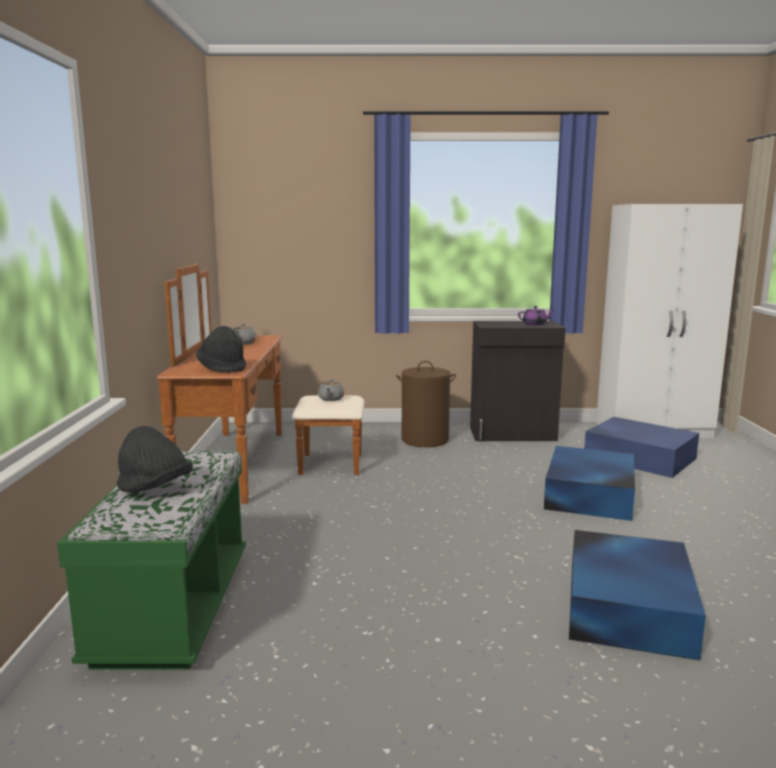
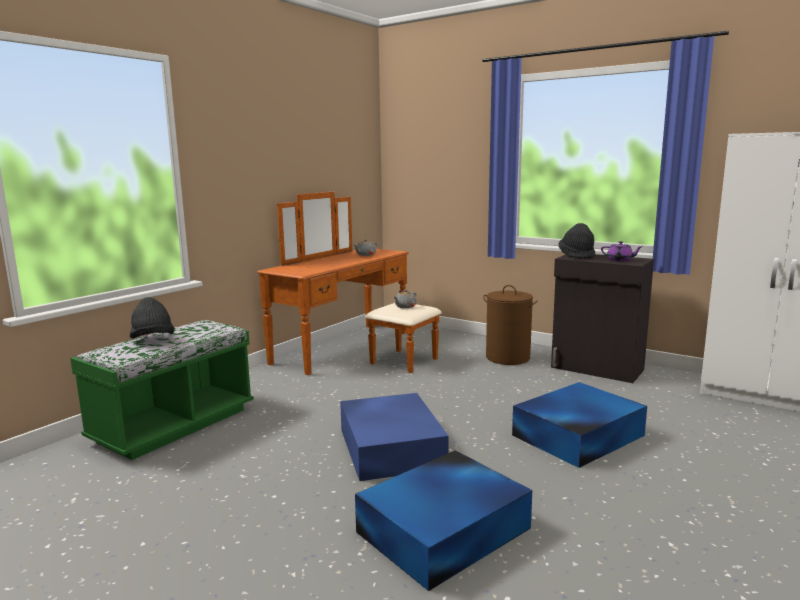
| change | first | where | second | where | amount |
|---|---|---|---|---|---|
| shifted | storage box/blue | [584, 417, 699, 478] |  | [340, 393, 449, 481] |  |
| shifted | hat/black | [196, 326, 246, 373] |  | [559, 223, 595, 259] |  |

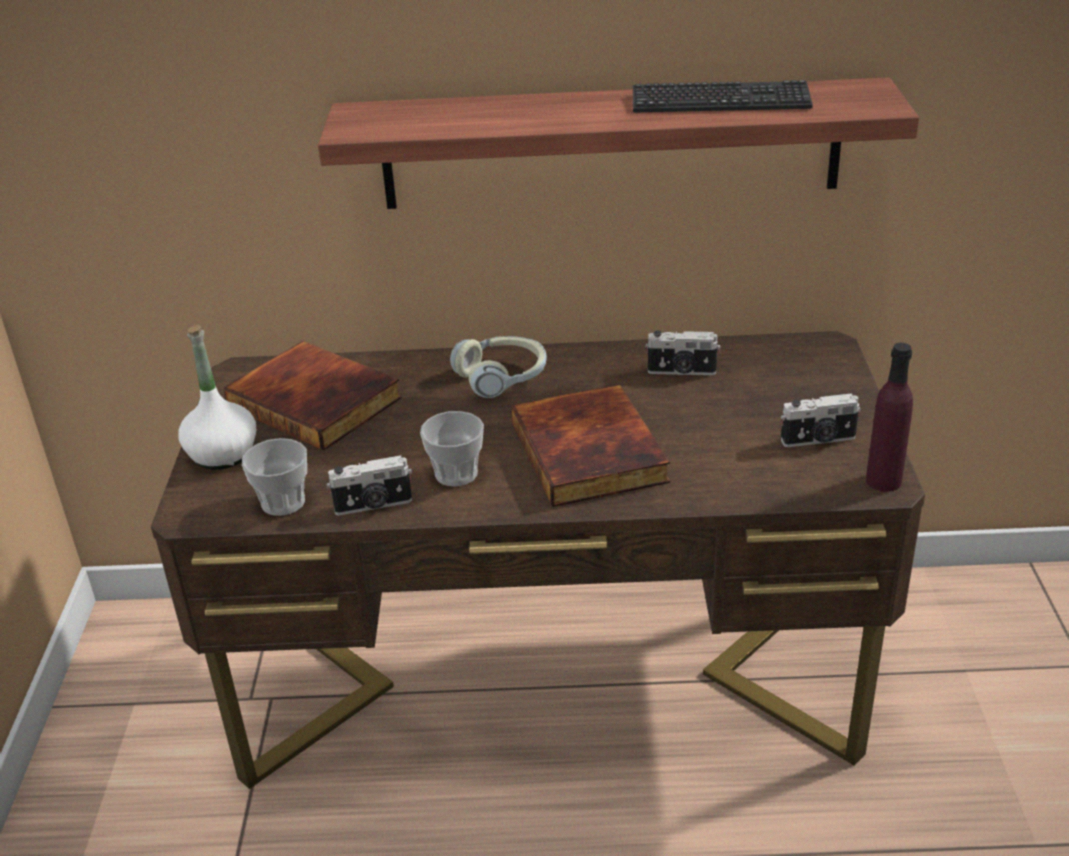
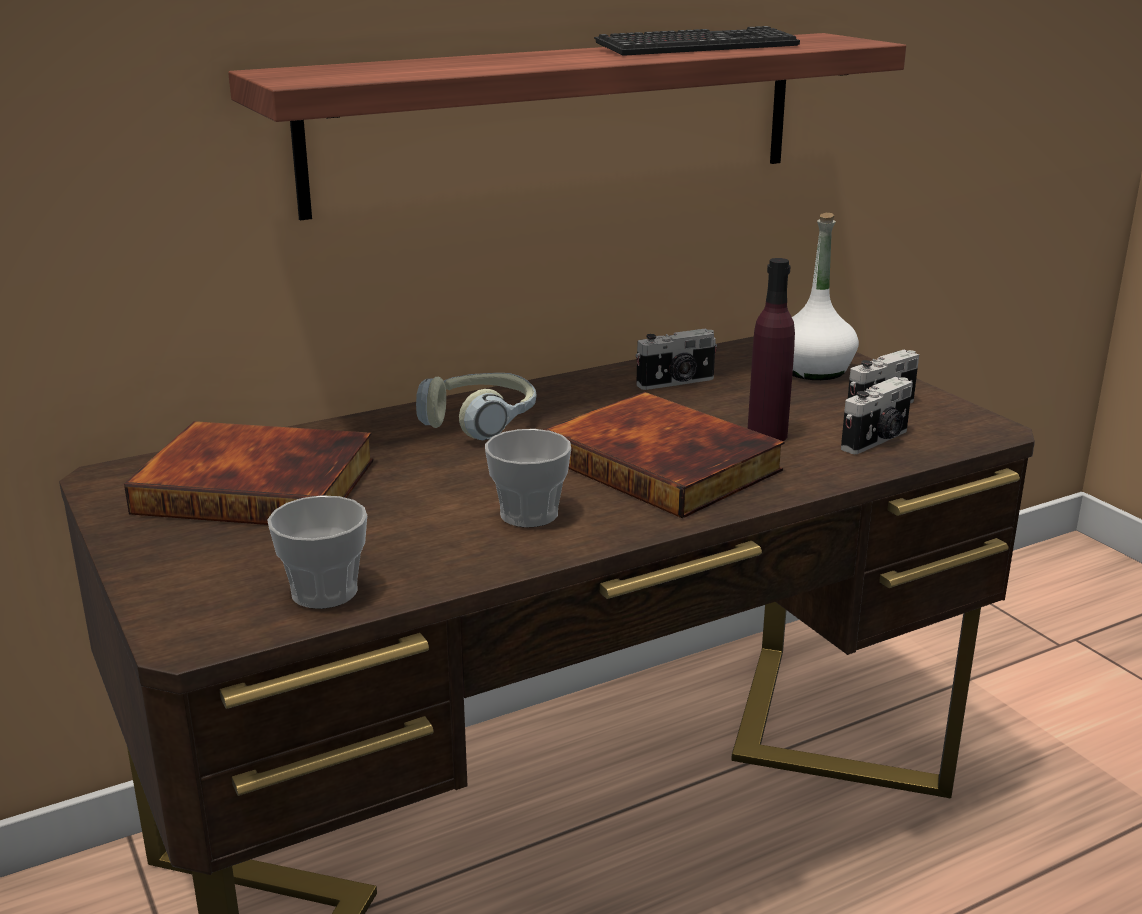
| change | first | where | second | where | amount |
|---|---|---|---|---|---|
| shifted | bottle/purple | [866, 343, 913, 492] |  | [748, 258, 795, 441] |  |
| shifted | bottle/white | [178, 325, 256, 470] |  | [792, 213, 859, 380] |  |
| shifted | photo camera | [327, 456, 412, 515] |  | [841, 377, 913, 454] |  |

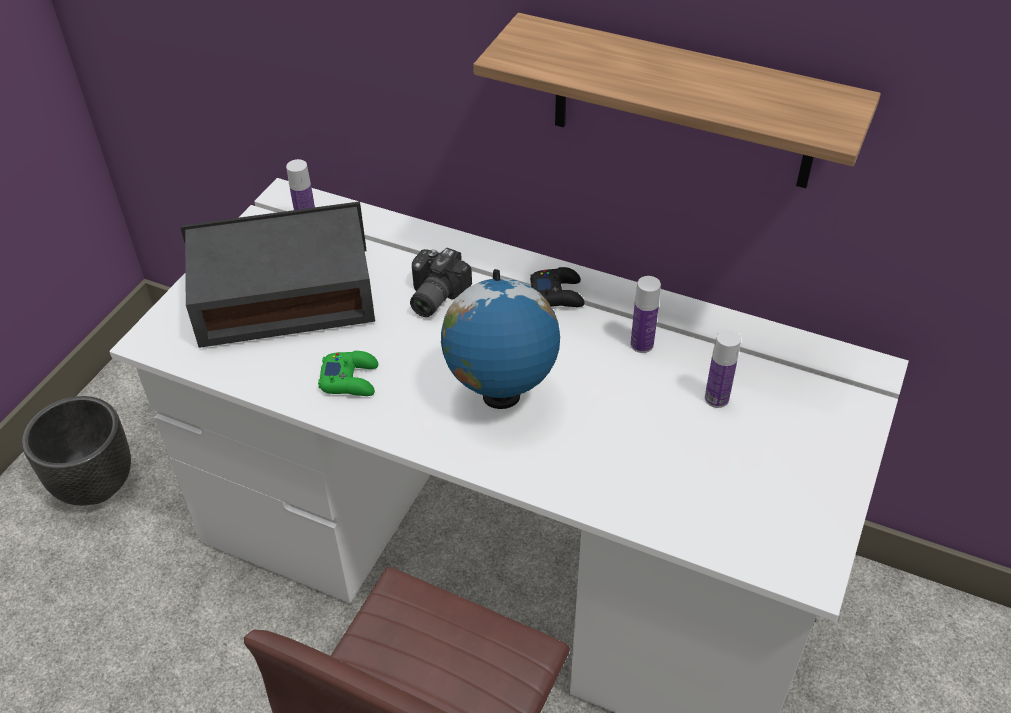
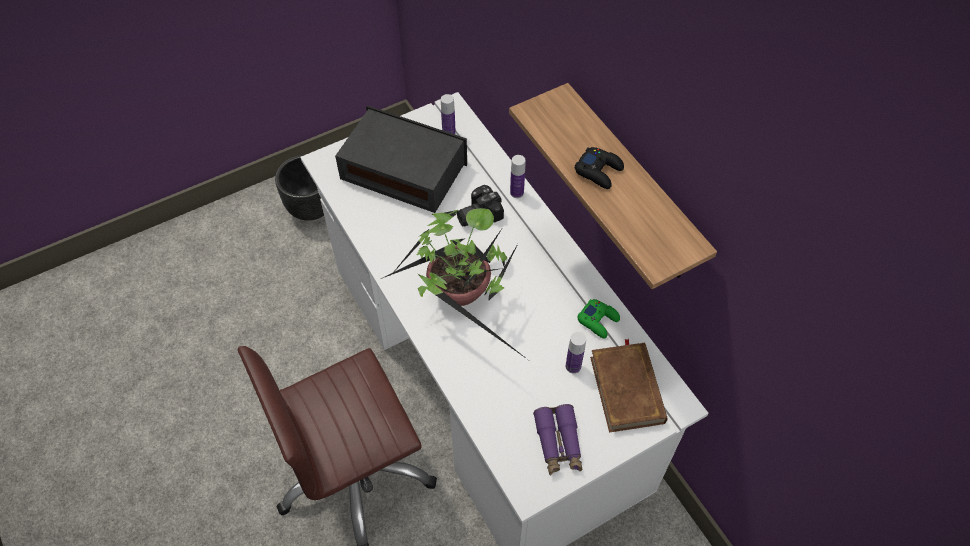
| change | first | where | second | where | amount |
|---|---|---|---|---|---|
| swapped | globe | [441, 269, 560, 409] | potted plant | [381, 208, 527, 359] |  |
| shifted | bottle | [631, 276, 661, 353] |  | [510, 155, 525, 198] |  |
| new |  |  | binoculars/purple | [533, 404, 583, 476] |  |
| shifted | game controller/black | [530, 267, 584, 307] |  | [574, 147, 624, 189] |  |
| shifted | game controller/green | [318, 351, 378, 396] |  | [577, 299, 620, 338] |  |
| new |  |  | book/brown | [590, 339, 668, 433] |  |

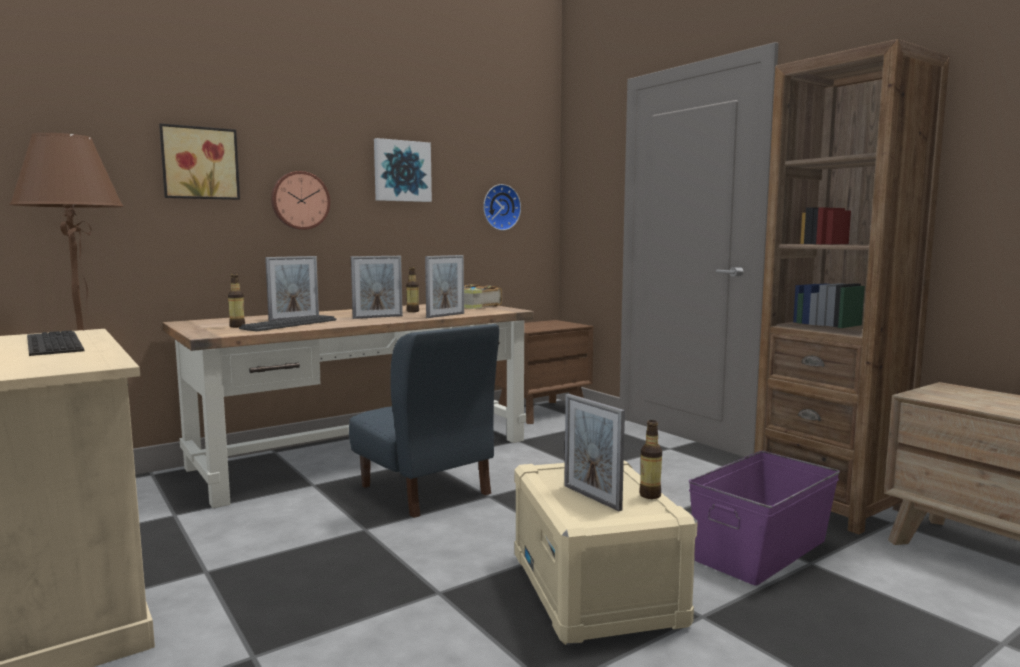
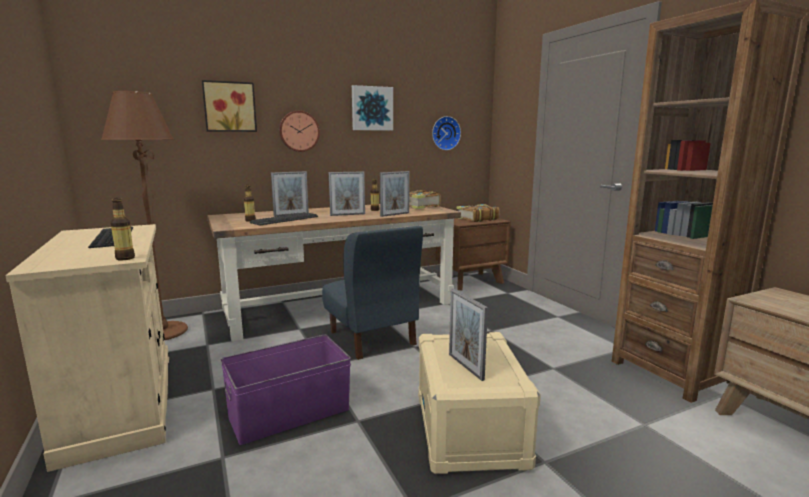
| change | first | where | second | where | amount |
|---|---|---|---|---|---|
| shifted | bottle | [639, 420, 662, 499] |  | [110, 198, 135, 260] |  |
| shifted | storage box/purple | [689, 451, 840, 586] |  | [221, 335, 351, 445] |  |
| new |  |  | book | [456, 204, 500, 222] |  |

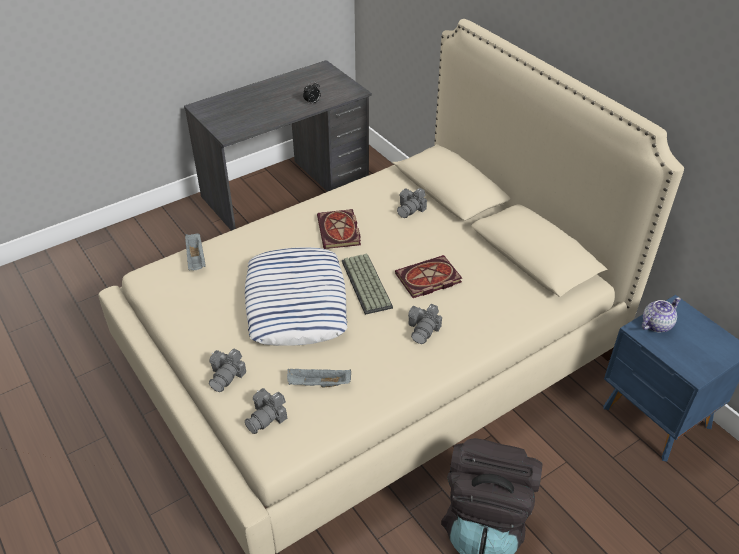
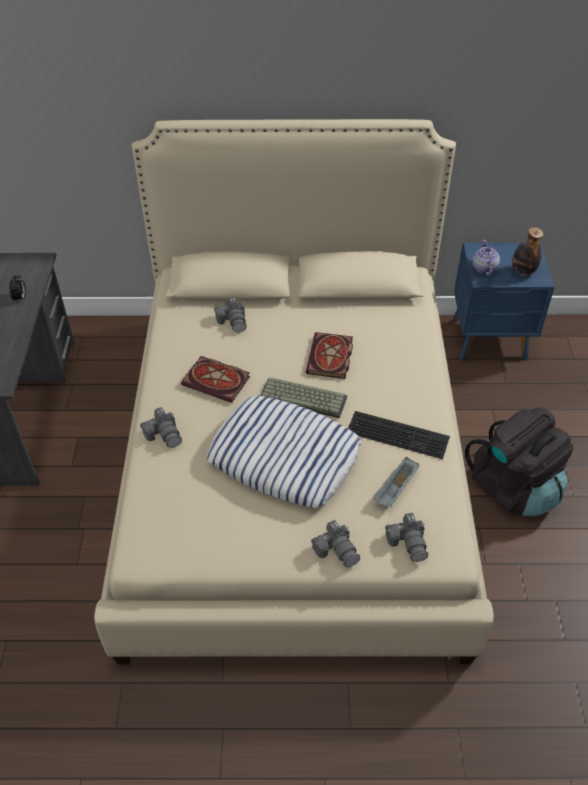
| change | first | where | second | where | amount |
|---|---|---|---|---|---|
| shifted | photo camera | [408, 304, 442, 344] |  | [140, 407, 182, 448] |  |
| new |  |  | keyboard | [348, 411, 450, 459] |  |
| new |  |  | bottle | [512, 227, 544, 276] |  |
| gone | tray/grey | [185, 233, 206, 270] |  |  |  |

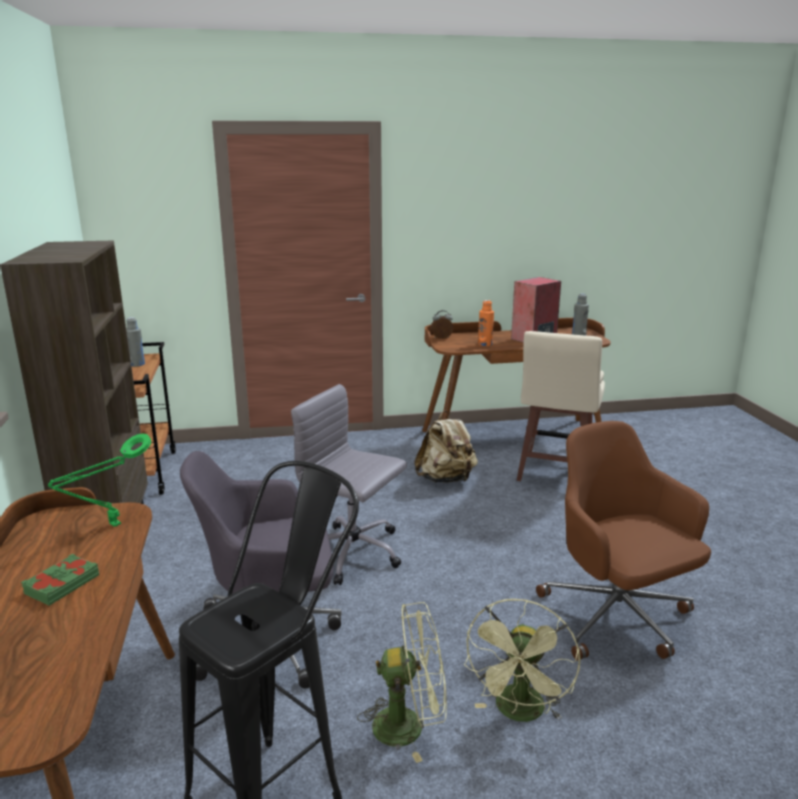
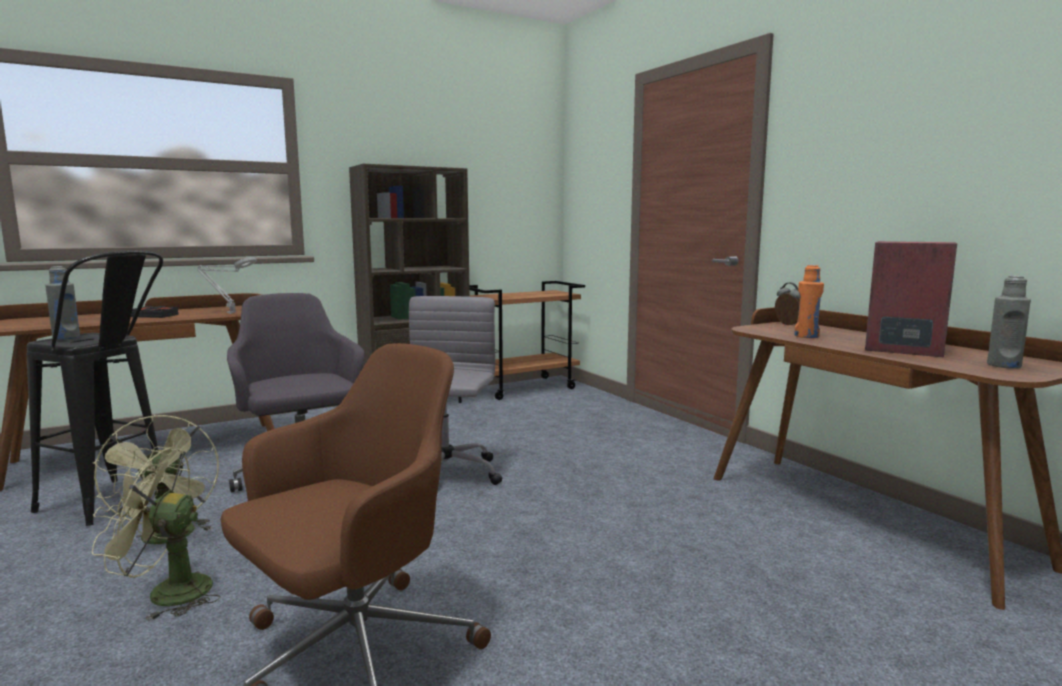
| change | first | where | second | where | amount |
|---|---|---|---|---|---|
| shifted | bottle/grey | [126, 317, 145, 367] |  | [45, 266, 80, 340] |  |
| repainted | book/green | [21, 554, 99, 606] | book/black | [131, 306, 179, 318] |  |
| repainted | table lamp/green | [48, 433, 151, 527] | table lamp/grey | [197, 257, 257, 314] |  |
| gone | backpack/beige | [414, 410, 478, 483] |  |  |  |
| gone | stool/beige | [517, 331, 605, 481] |  |  |  |

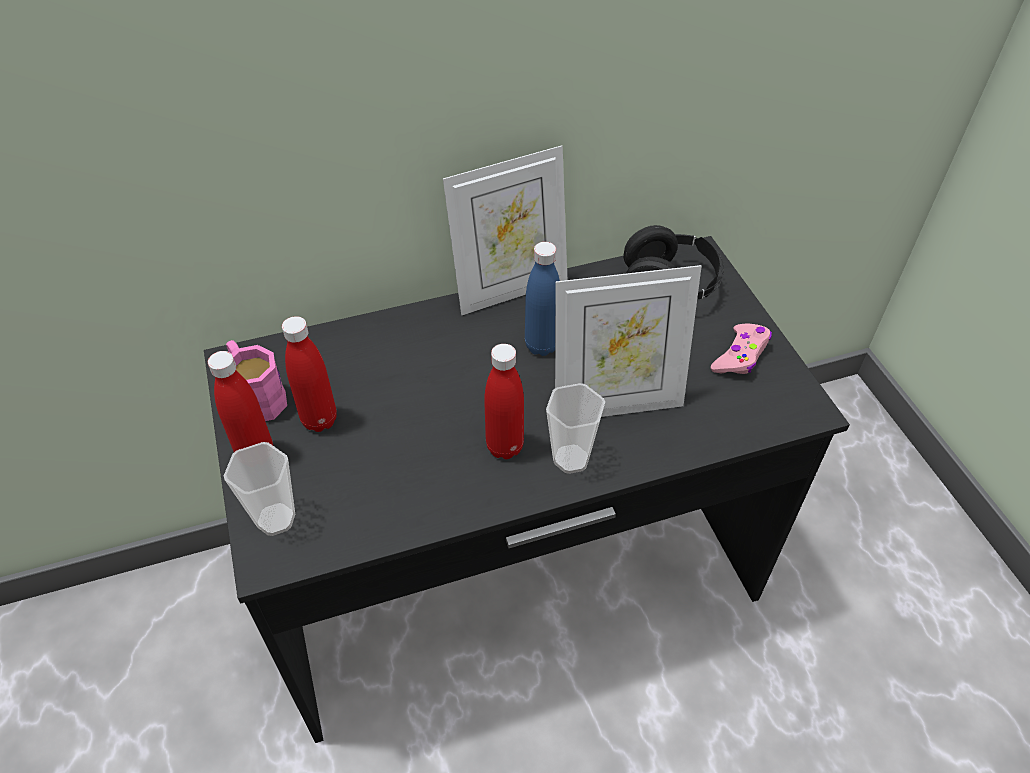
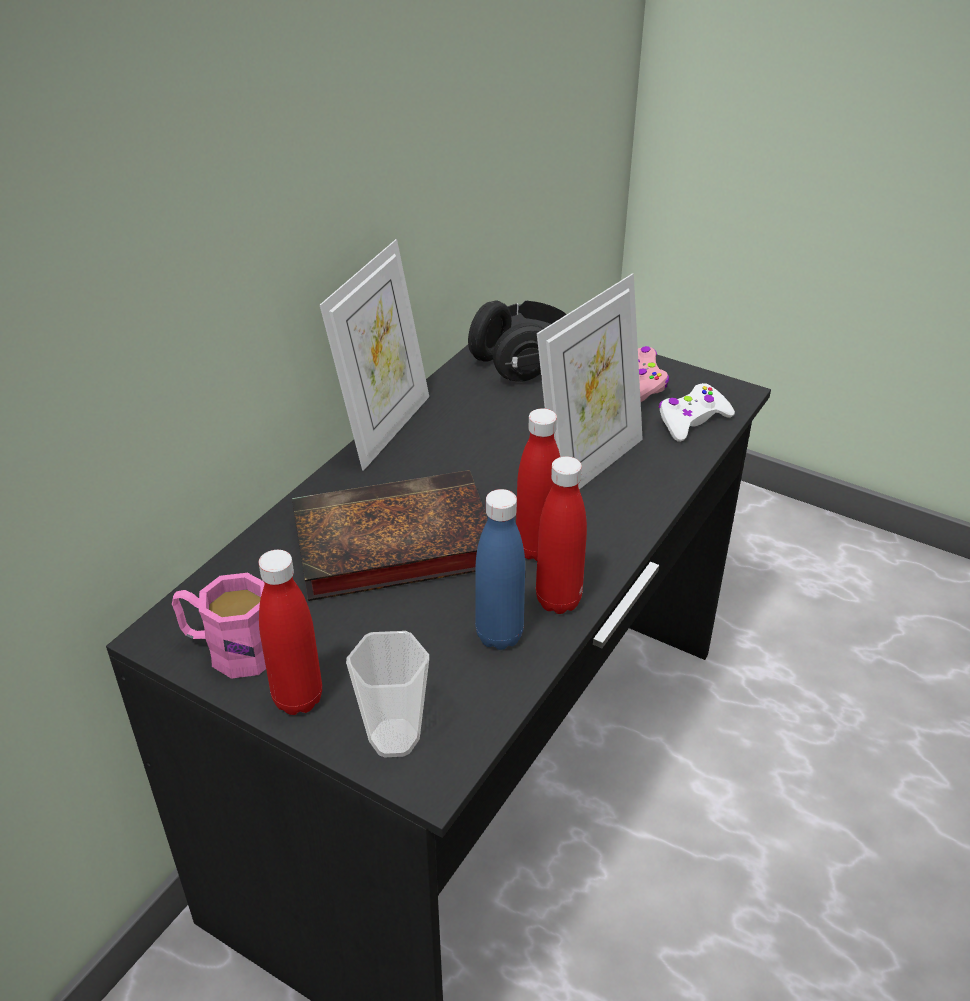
| change | first | where | second | where | amount |
|---|---|---|---|---|---|
| new |  |  | book | [292, 470, 488, 601] |  |
| shifted | bottle/blue | [525, 242, 560, 356] |  | [475, 489, 525, 650] |  |
| shifted | bottle/red | [282, 316, 337, 432] |  | [536, 456, 587, 614] |  |
| new |  |  | game controller/white | [658, 383, 735, 442] |  |
| gone | cup | [546, 383, 605, 474] |  |  |  |

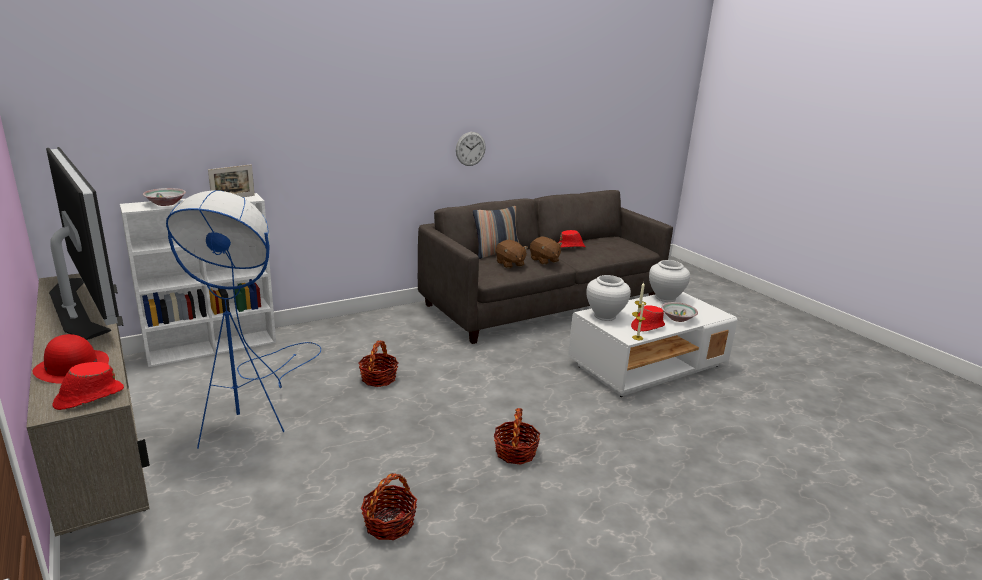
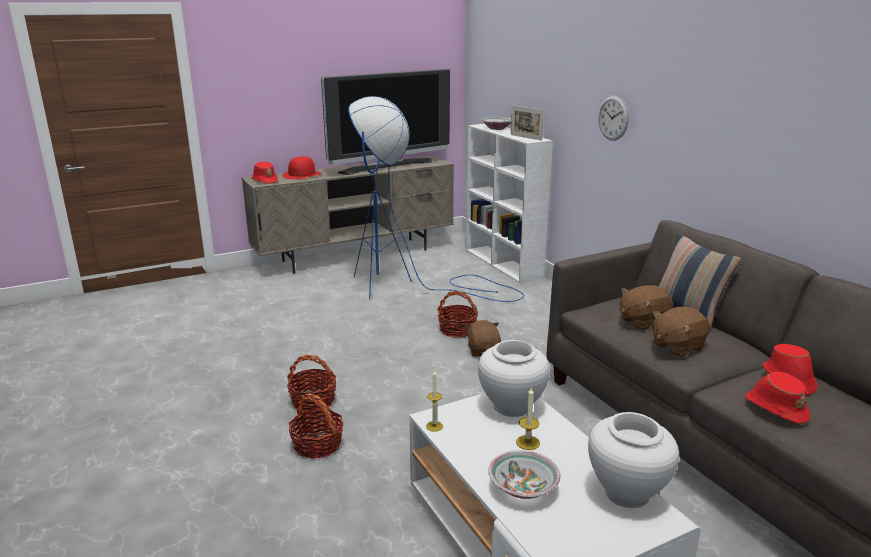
| change | first | where | second | where | amount |
|---|---|---|---|---|---|
| shifted | basket | [361, 473, 417, 540] |  | [289, 394, 343, 459] |  |
| new |  |  | plush toy/brown | [465, 320, 501, 357] |  |
| shifted | wall clock | [456, 132, 486, 166] |  | [598, 96, 629, 141] |  |
| shifted | hat/red | [631, 305, 665, 332] |  | [745, 372, 810, 424] |  |

